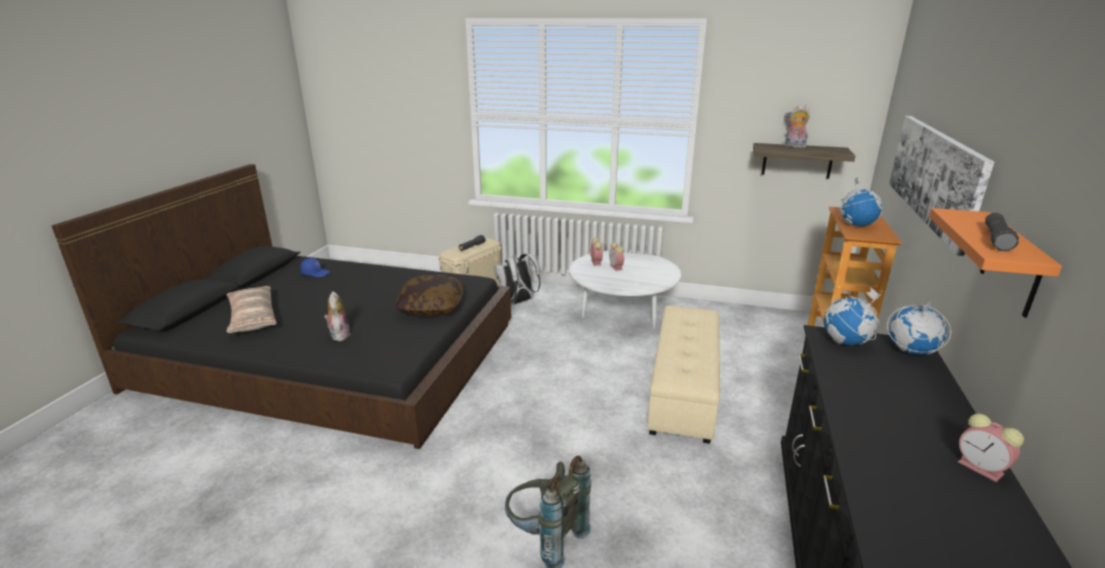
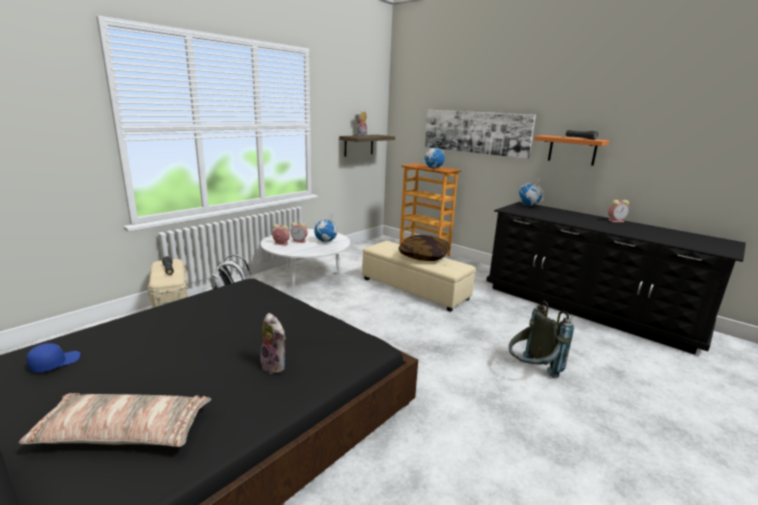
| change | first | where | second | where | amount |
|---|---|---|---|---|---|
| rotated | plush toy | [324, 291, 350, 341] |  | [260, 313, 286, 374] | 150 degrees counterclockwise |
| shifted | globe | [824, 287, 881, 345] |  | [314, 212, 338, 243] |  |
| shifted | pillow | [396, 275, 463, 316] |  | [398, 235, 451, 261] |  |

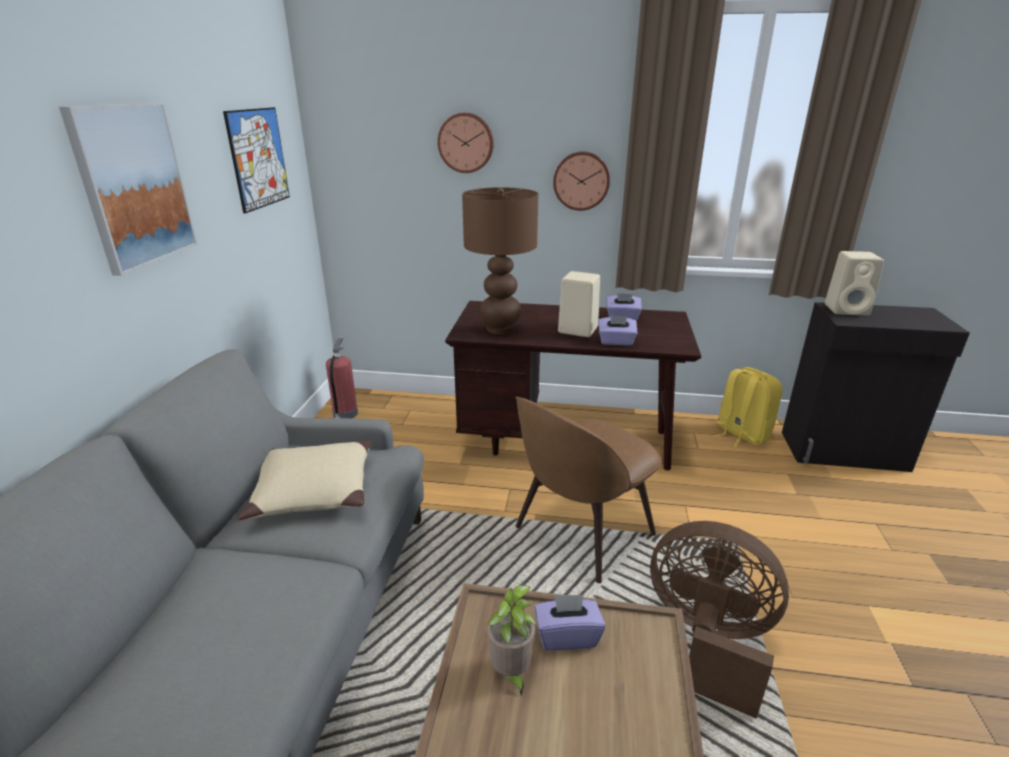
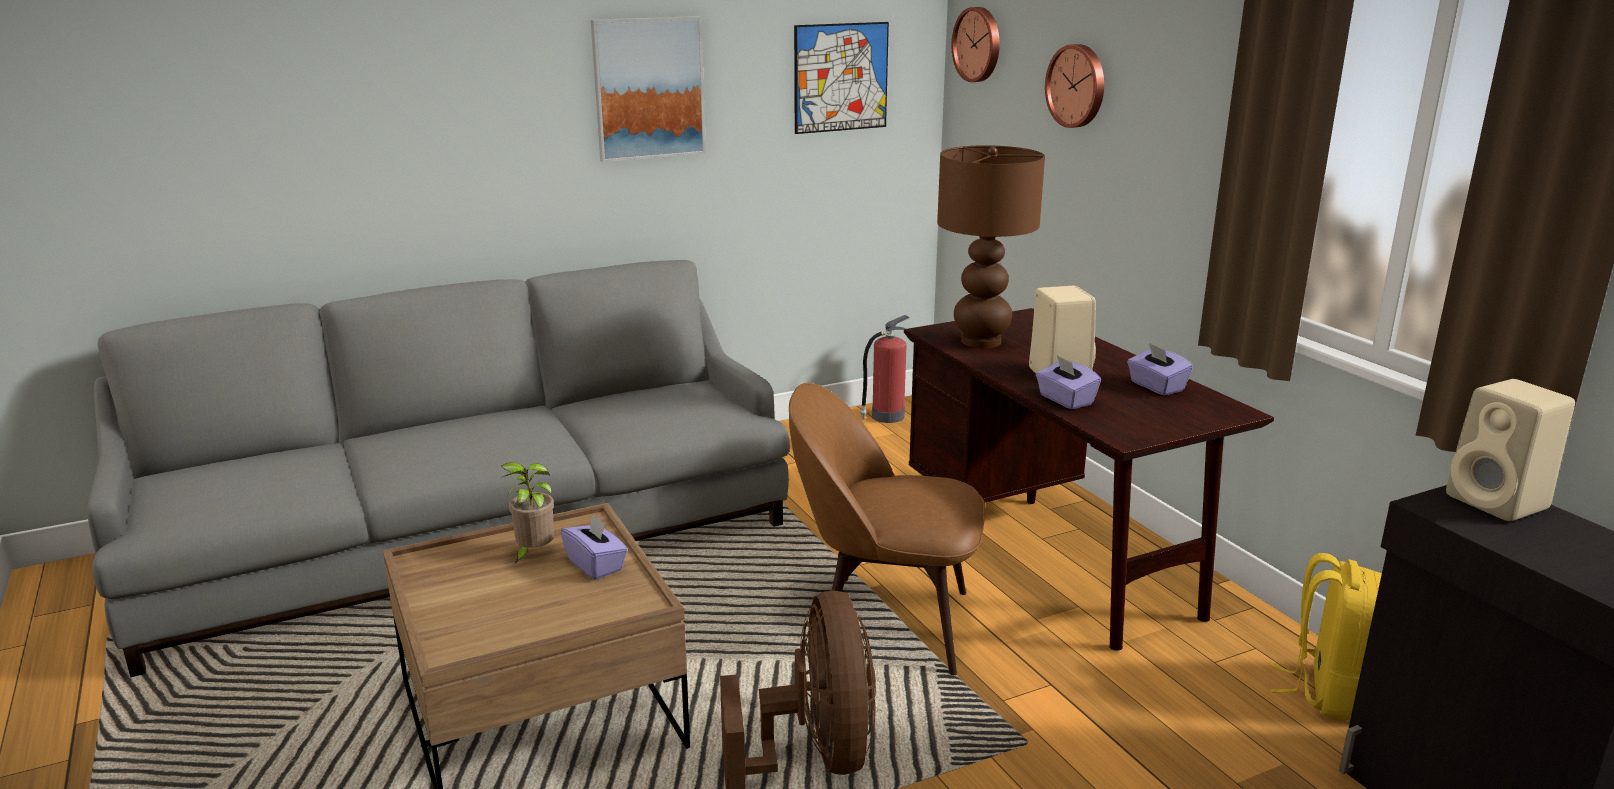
| change | first | where | second | where | amount |
|---|---|---|---|---|---|
| shifted | wall clock | [553, 151, 610, 211] |  | [952, 7, 1000, 82] |  |
| gone | pillow/beige | [238, 440, 372, 521] |  |  |  |

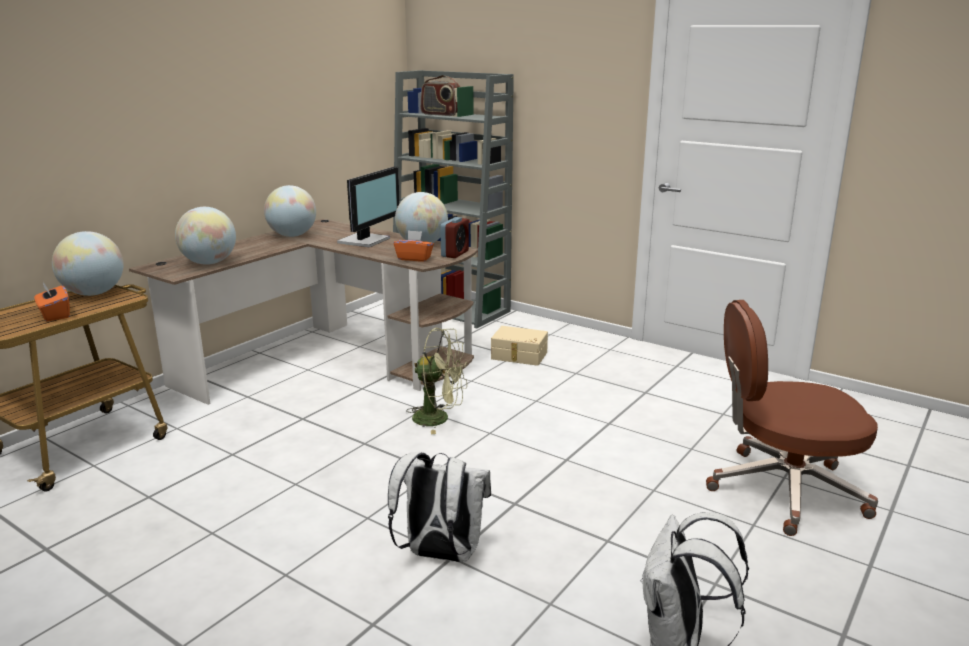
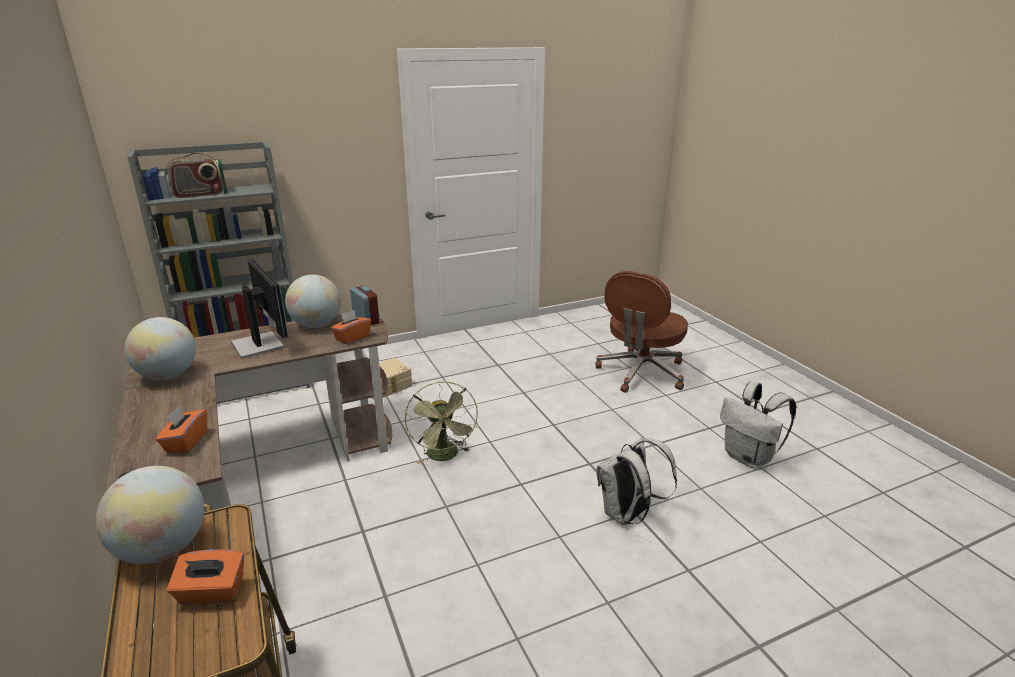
| change | first | where | second | where | amount |
|---|---|---|---|---|---|
| swapped | globe | [175, 207, 236, 265] | tissue box/orange | [156, 406, 207, 453] |  |
| rotated | fan/green | [406, 328, 468, 434] |  | [405, 381, 478, 464] | 120 degrees clockwise |

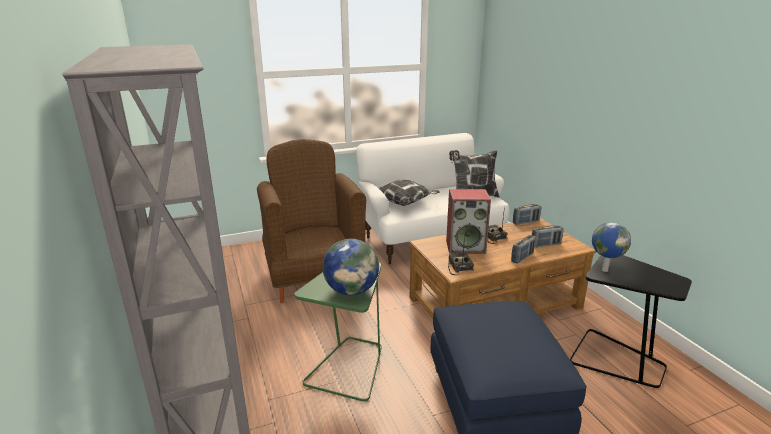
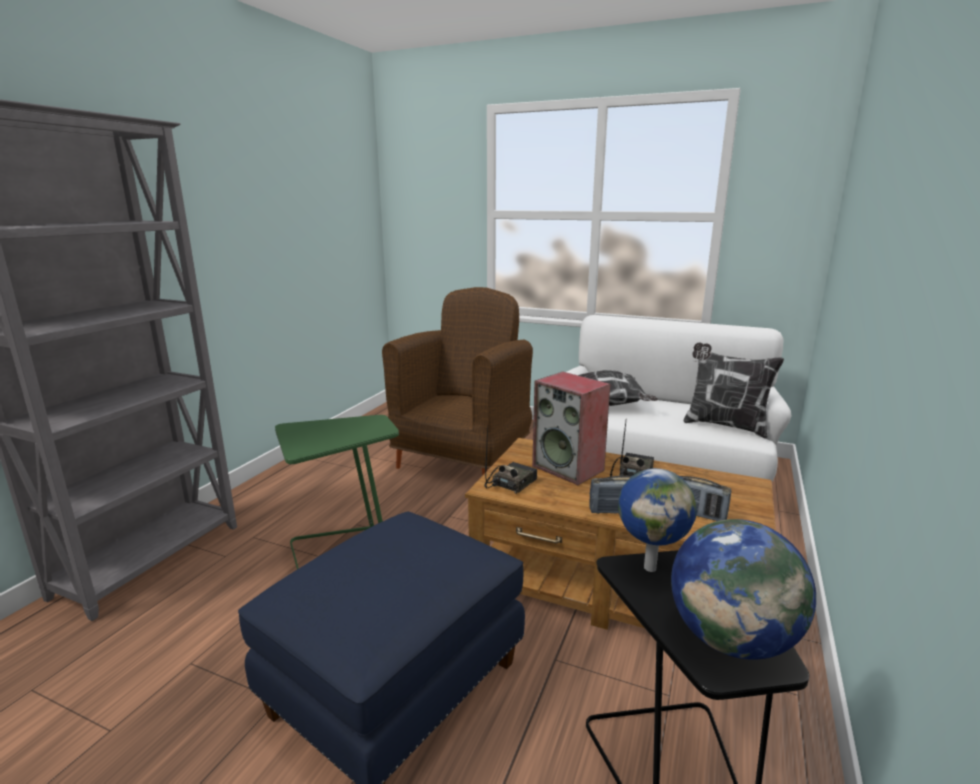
| change | first | where | second | where | amount |
|---|---|---|---|---|---|
| shifted | globe | [323, 239, 379, 295] |  | [671, 519, 816, 660] |  |
| gone | radio | [513, 204, 541, 225] |  |  |  |

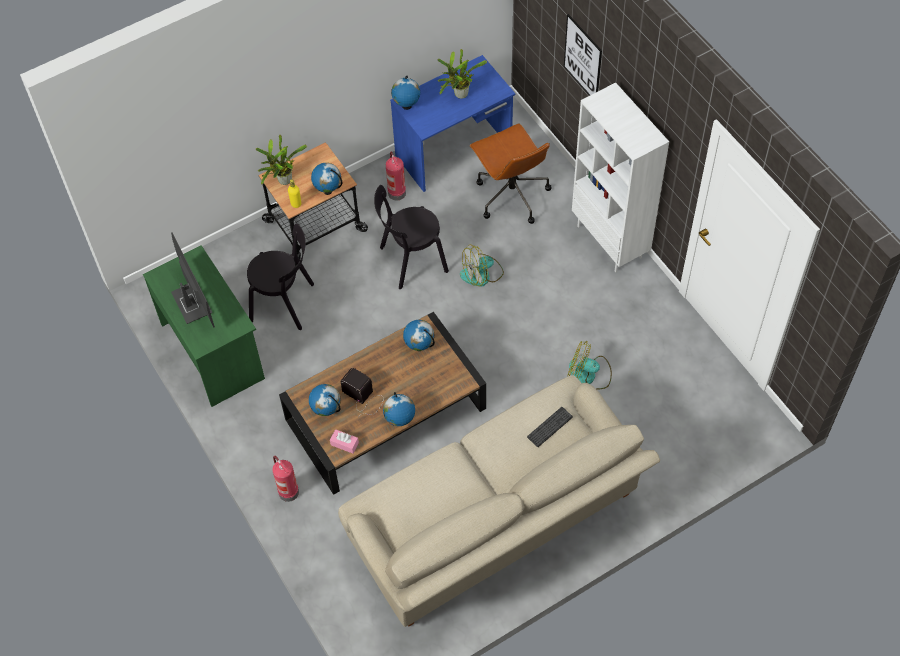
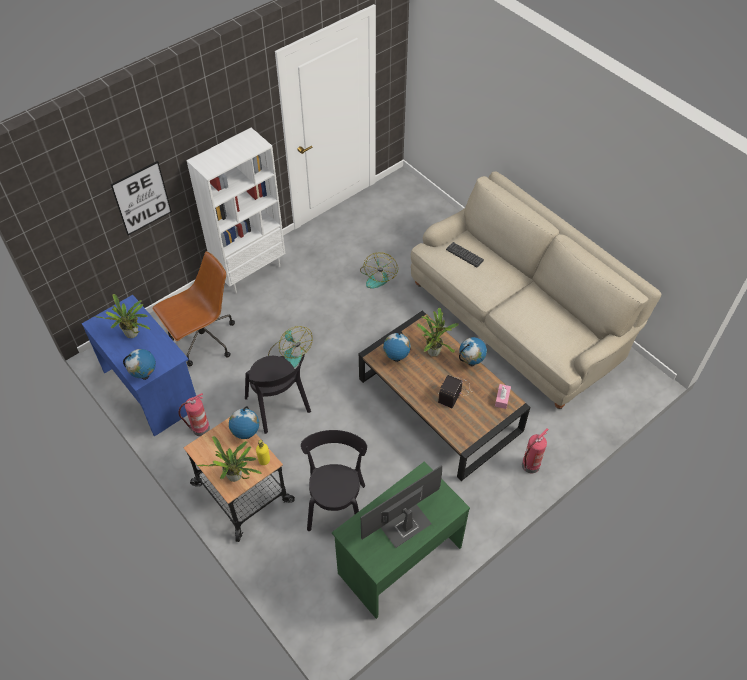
| change | first | where | second | where | amount |
|---|---|---|---|---|---|
| new |  |  | potted plant | [417, 308, 459, 357] |  |
| gone | globe | [309, 384, 341, 416] |  |  |  |

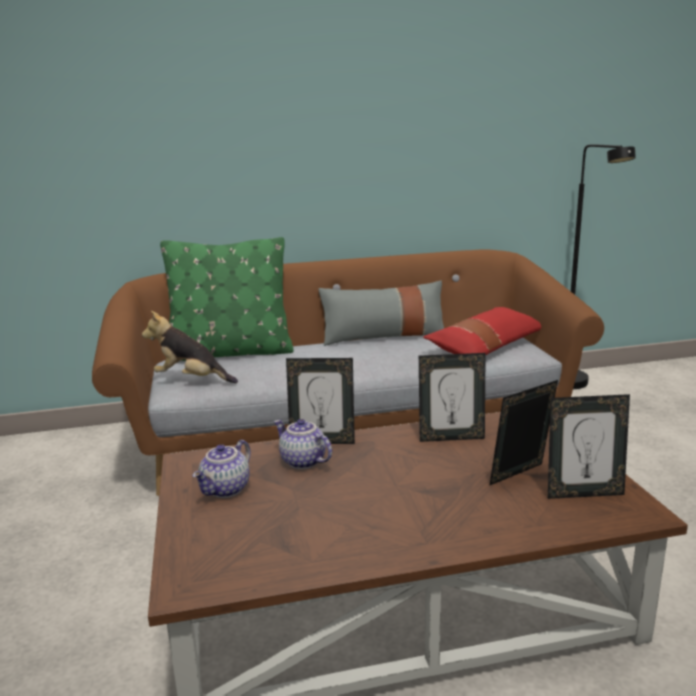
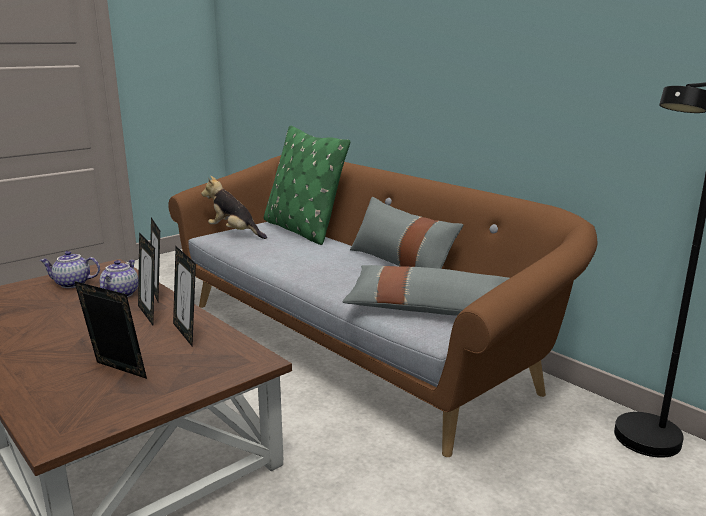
| change | first | where | second | where | amount |
|---|---|---|---|---|---|
| shifted | picture frame | [548, 394, 630, 499] |  | [138, 233, 155, 325] |  |
| rotated | plush toy | [142, 311, 238, 383] |  | [201, 176, 267, 239] | 45 degrees counterclockwise |
| repainted | pillow/red | [423, 307, 541, 355] | pillow/grey | [342, 265, 510, 316] |  |

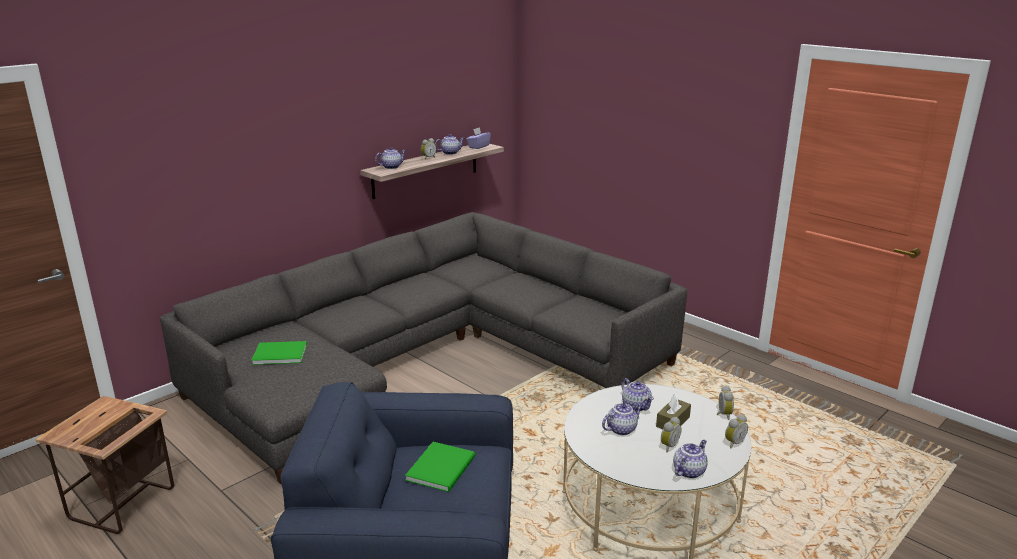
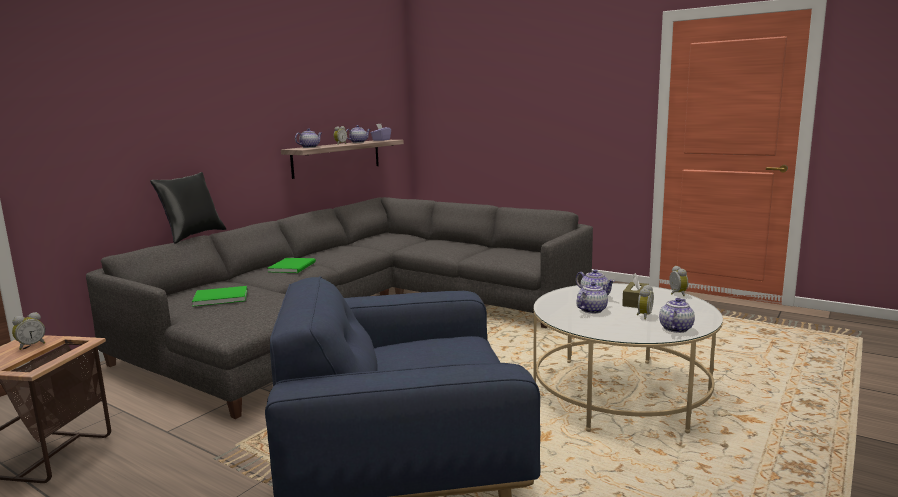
| change | first | where | second | where | amount |
|---|---|---|---|---|---|
| shifted | alarm clock | [725, 415, 748, 448] |  | [12, 312, 45, 350] |  |
| new |  |  | pillow/black | [150, 172, 226, 243] |  |
| shifted | book/green | [405, 442, 475, 492] |  | [268, 258, 316, 273] |  |

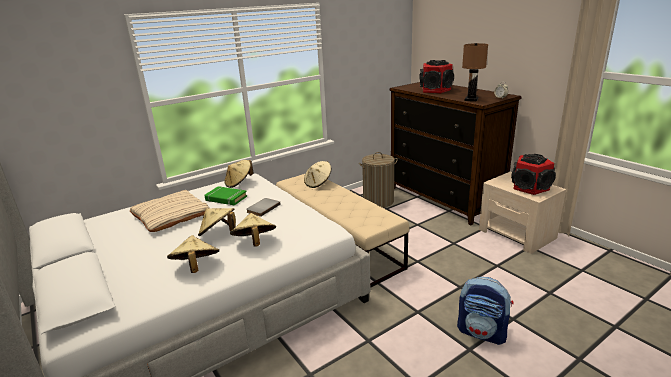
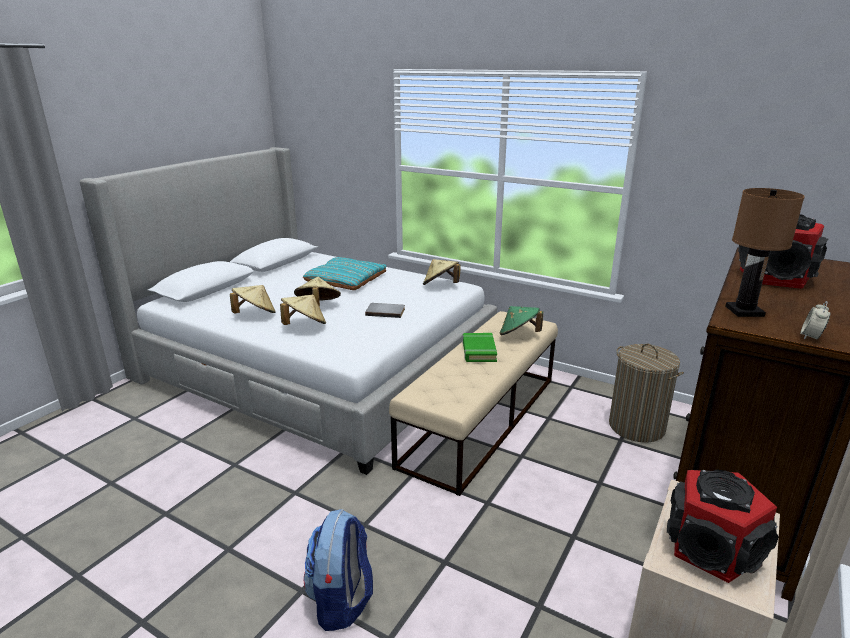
| change | first | where | second | where | amount |
|---|---|---|---|---|---|
| repainted | pillow/beige | [130, 190, 209, 232] | pillow/turquoise | [303, 257, 386, 290] |  |
| shifted | book/green | [204, 186, 247, 206] |  | [463, 333, 497, 362] |  |
| repainted | hat/beige | [304, 161, 331, 188] | hat/green | [500, 306, 543, 335] |  |

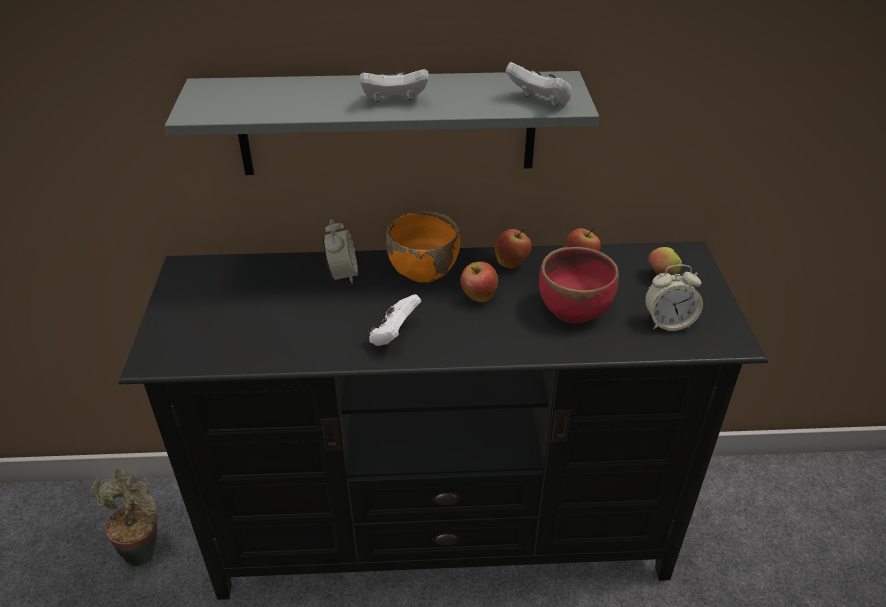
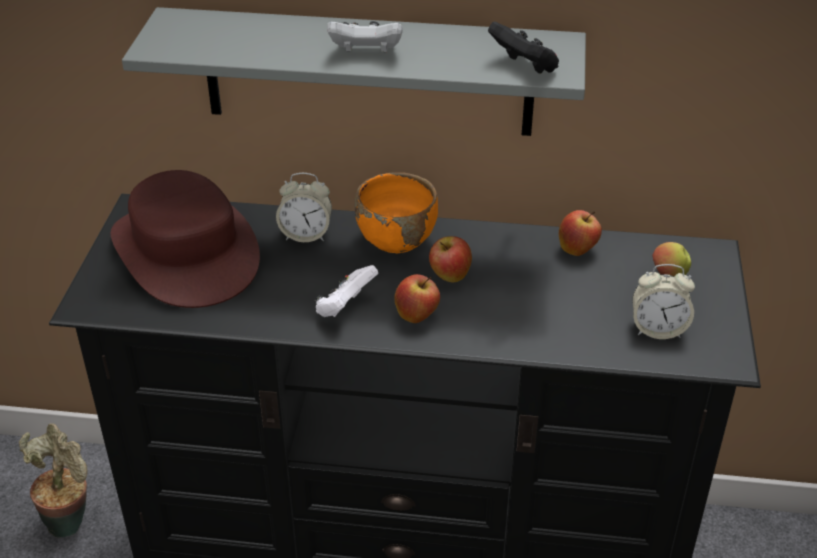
| change | first | where | second | where | amount |
|---|---|---|---|---|---|
| new |  |  | hat/brown | [111, 170, 260, 308] |  |
| rotated | alarm clock | [323, 219, 358, 284] |  | [276, 173, 332, 242] | 90 degrees clockwise |
| shifted | apple | [495, 229, 532, 269] |  | [394, 274, 440, 323] |  |
| repainted | game controller/white | [505, 62, 572, 106] | game controller/black | [488, 21, 559, 74] |  |
| gone | bowl/red | [539, 247, 619, 323] |  |  |  |

